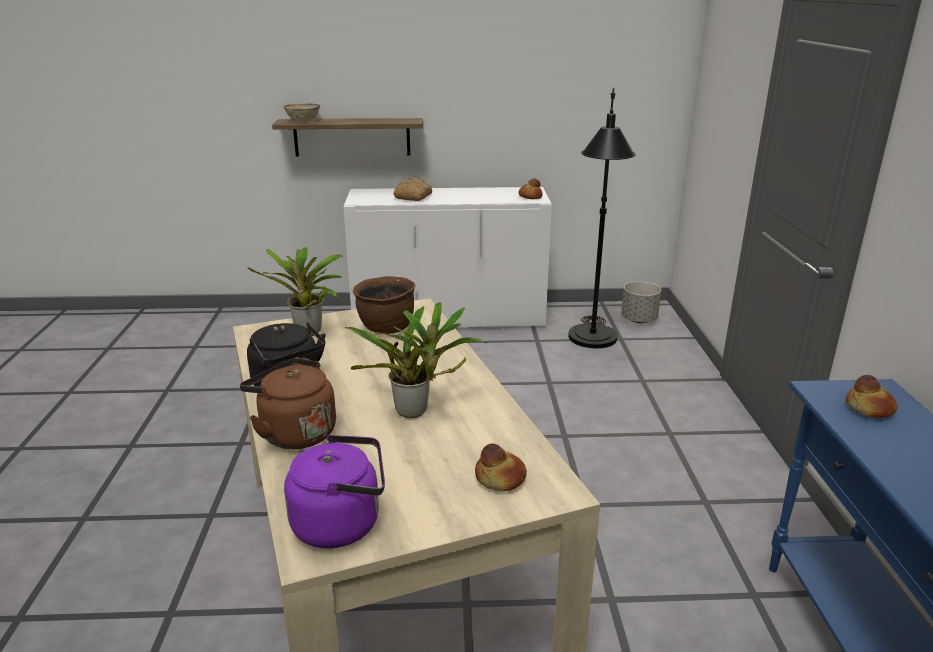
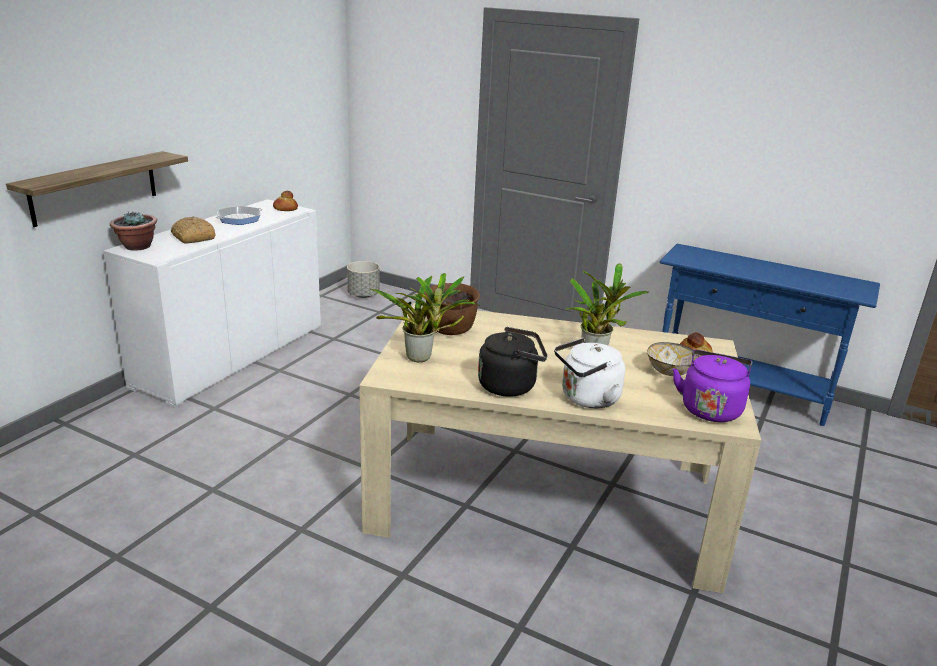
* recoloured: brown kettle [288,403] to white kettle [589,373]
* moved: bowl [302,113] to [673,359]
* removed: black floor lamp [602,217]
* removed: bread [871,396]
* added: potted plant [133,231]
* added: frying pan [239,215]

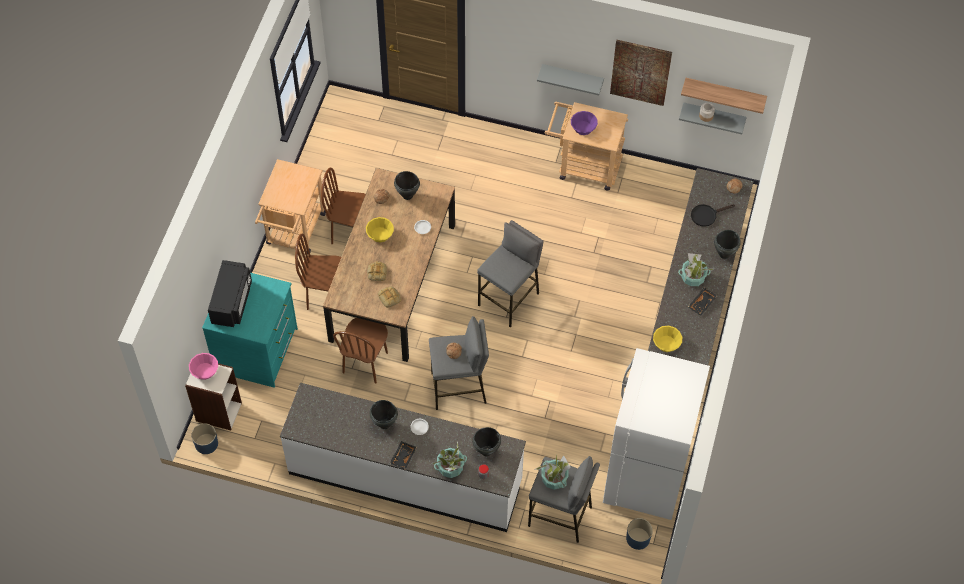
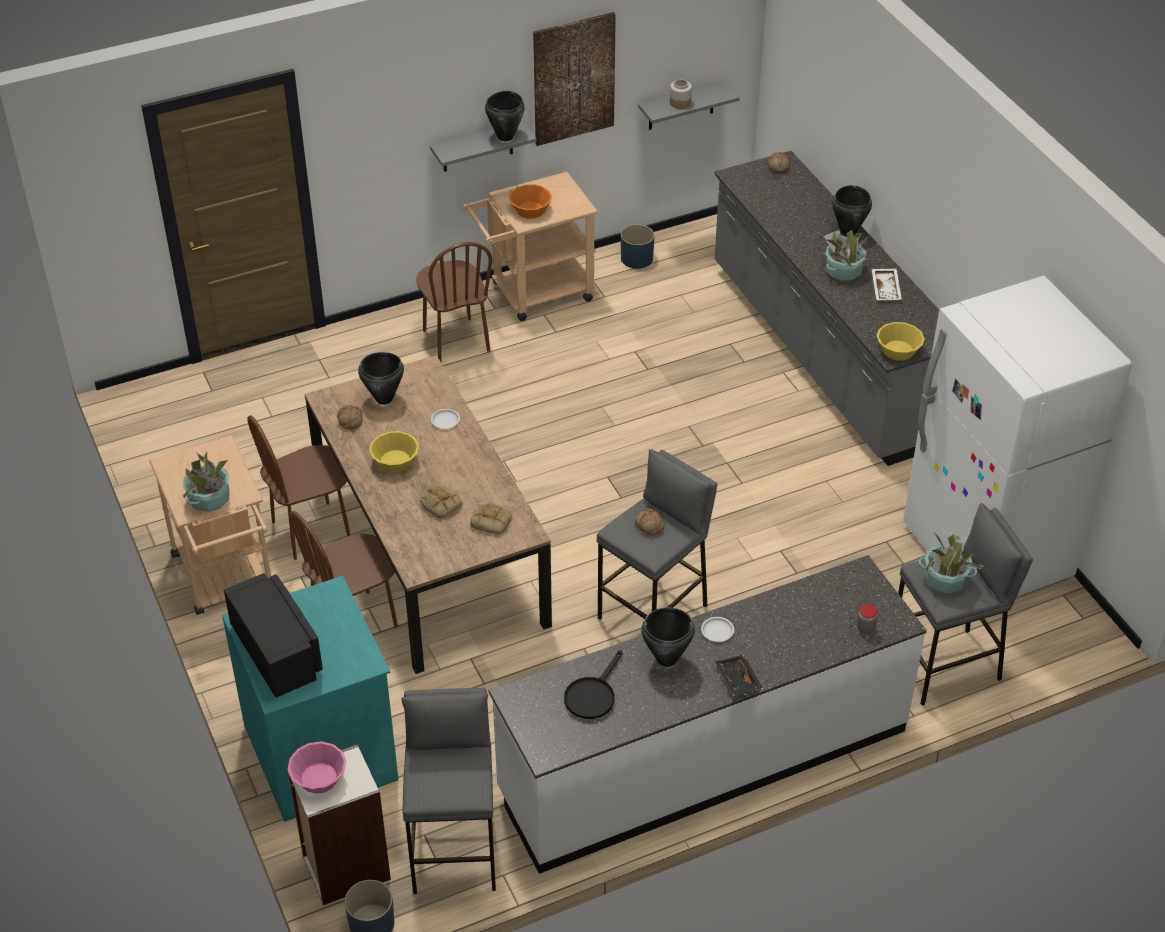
* moved: brown chair [360,351] to [454,302]
* moved: potted plant [449,460] to [206,481]
* moved: black cooking pot [486,441] to [505,116]
* moved: grey stool [510,274] to [448,791]
* recoloured: purple bowl [584,123] to orange bowl [530,202]
* moved: blue planter [639,534] to [638,246]
* removed: shelf [724,96]
* recoloured: black tray [702,301] to white tray [887,285]
* moved: black frying pan [713,215] to [593,684]

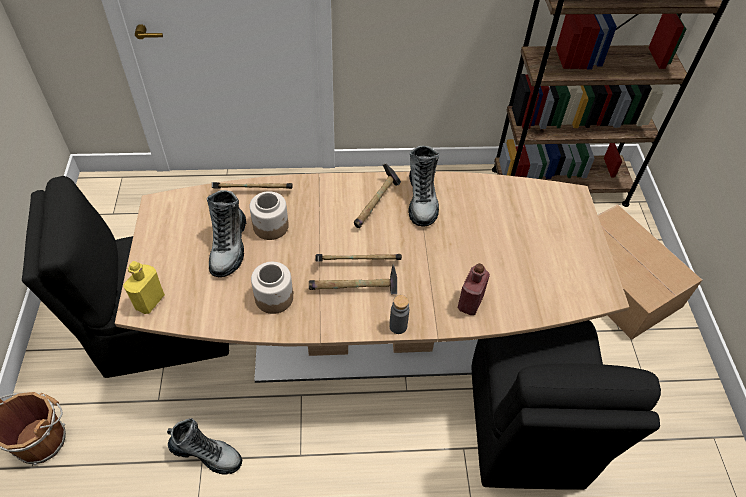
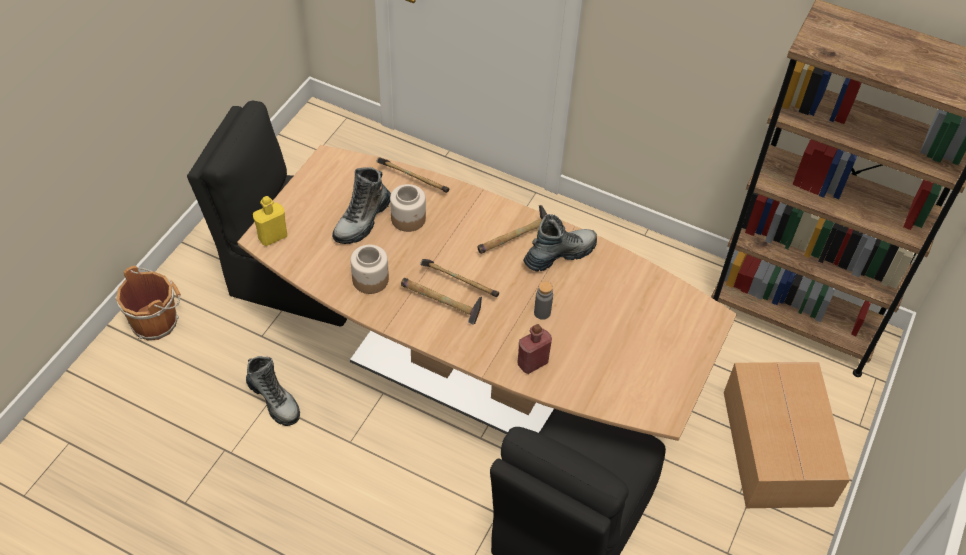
* moved: grey bottle [399,314] to [543,300]
* turned: boot [423,186] = [560,243] 150 degrees counterclockwise

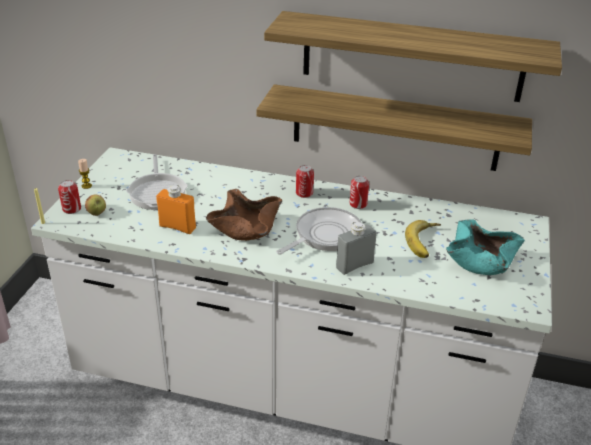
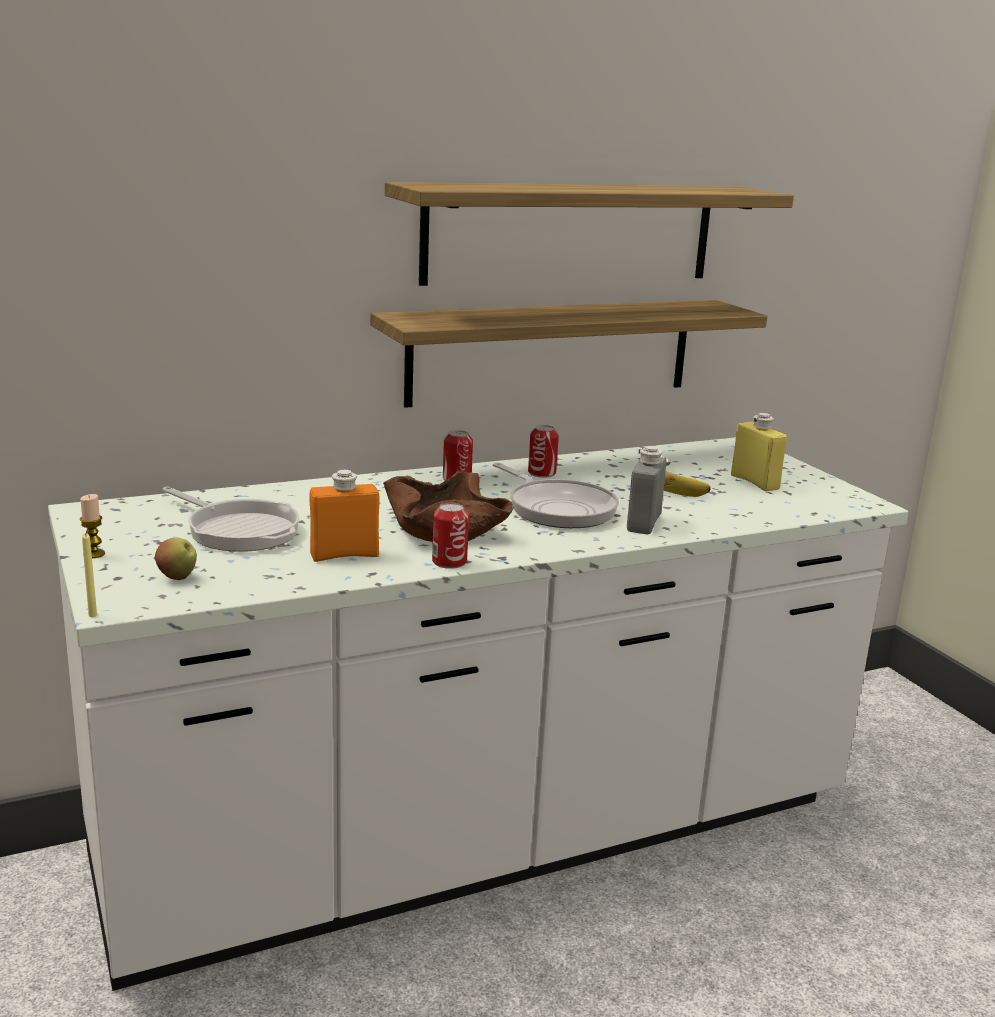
* moved: can [69,197] to [450,536]
* turned: frying pan [319,231] = [556,495] 135 degrees clockwise
* replaced: turquoise bowl [485,247] to yellow bottle [759,452]

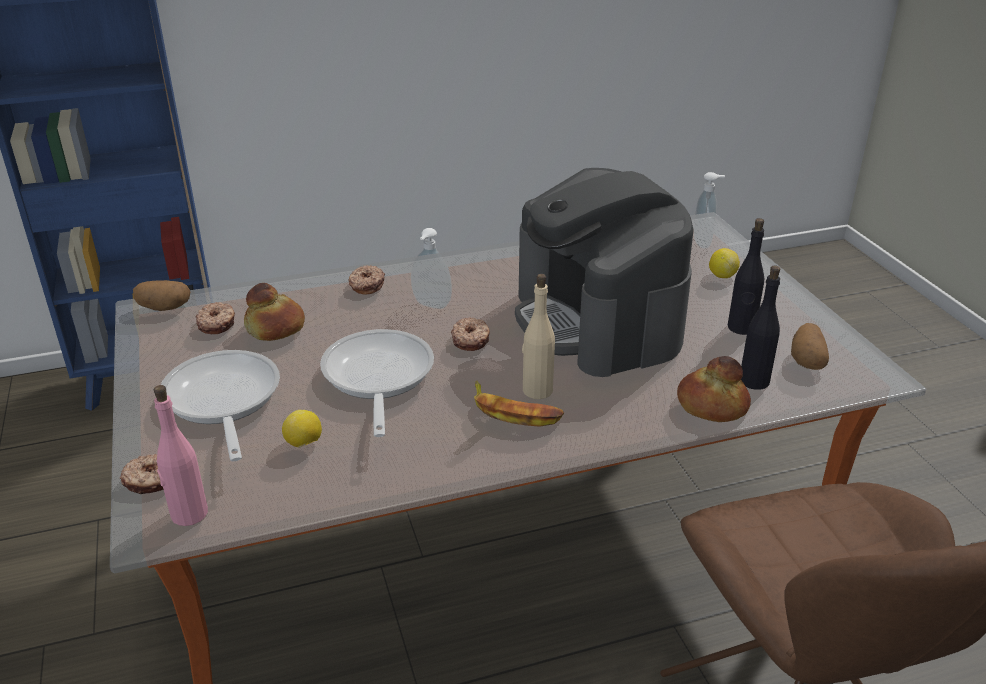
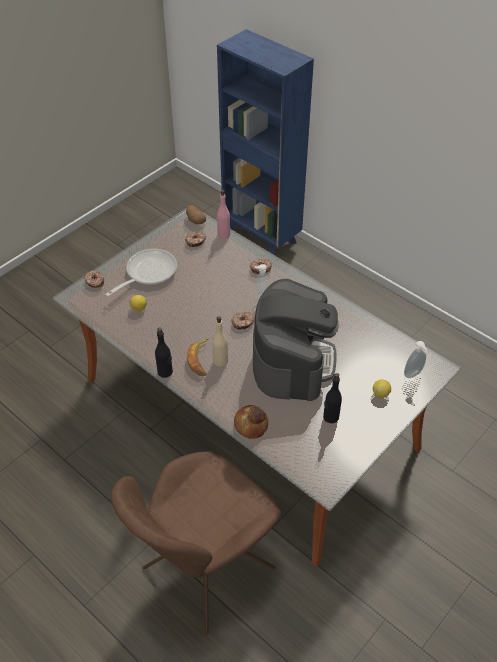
* moved: pink bottle [181,455] to [223,214]
* removed: bread [274,312]
* removed: frying pan [377,383]
* turned: coffee machine [604,272] = [296,340] 150 degrees clockwise
* moved: black bottle [760,328] to [164,352]
* removed: potato [810,346]

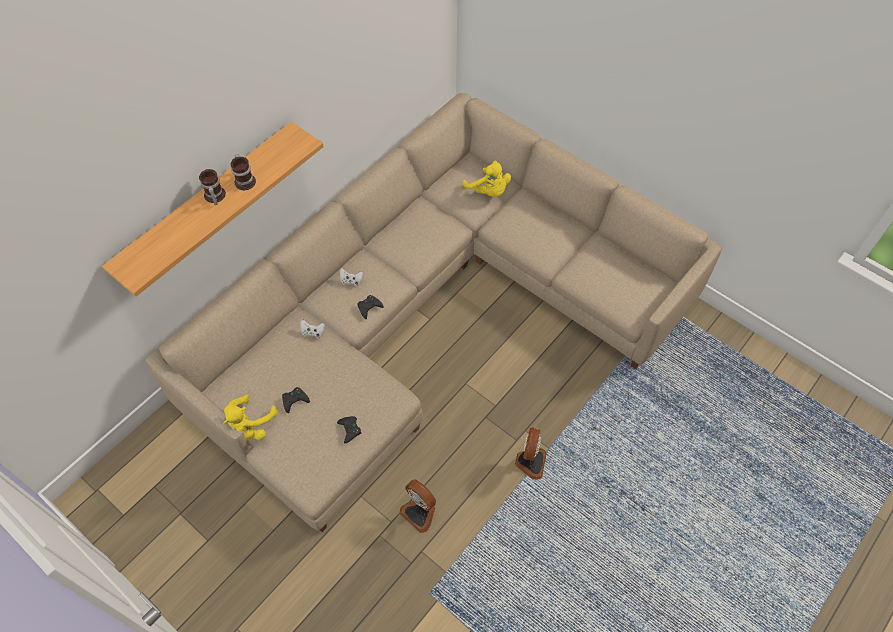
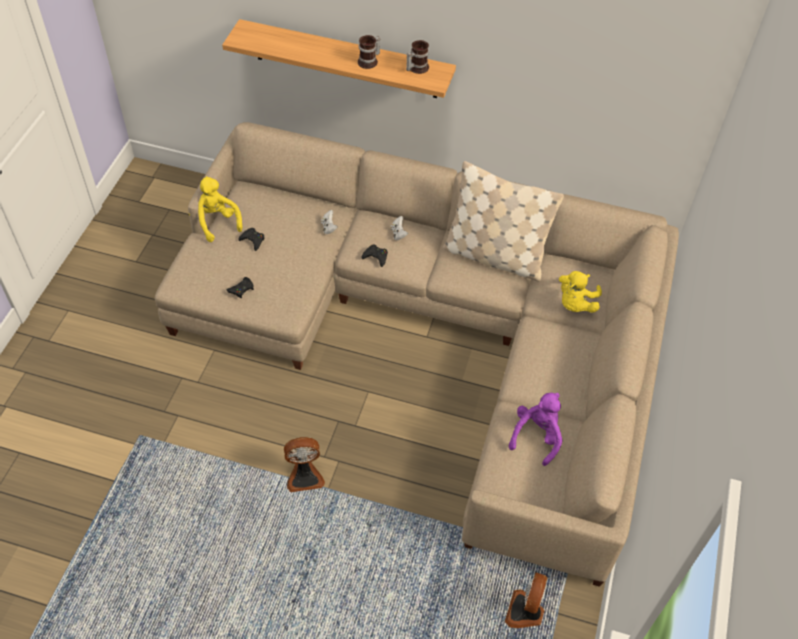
* moved: mug [212,187] to [417,57]
* turned: yellow plush toy [250,417] = [215,209] 60 degrees clockwise
* moved: fan [417,506] to [526,600]
* added: beige pillow [503,221]
* added: purple plush toy [535,429]

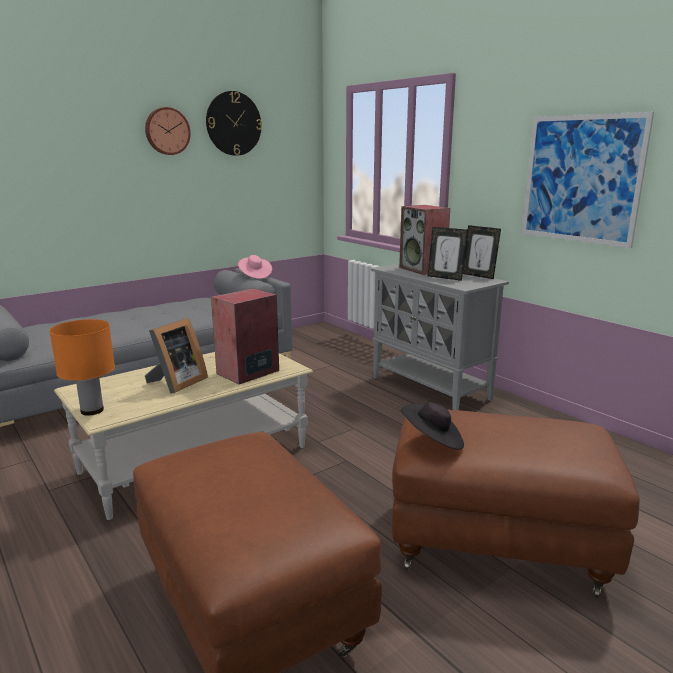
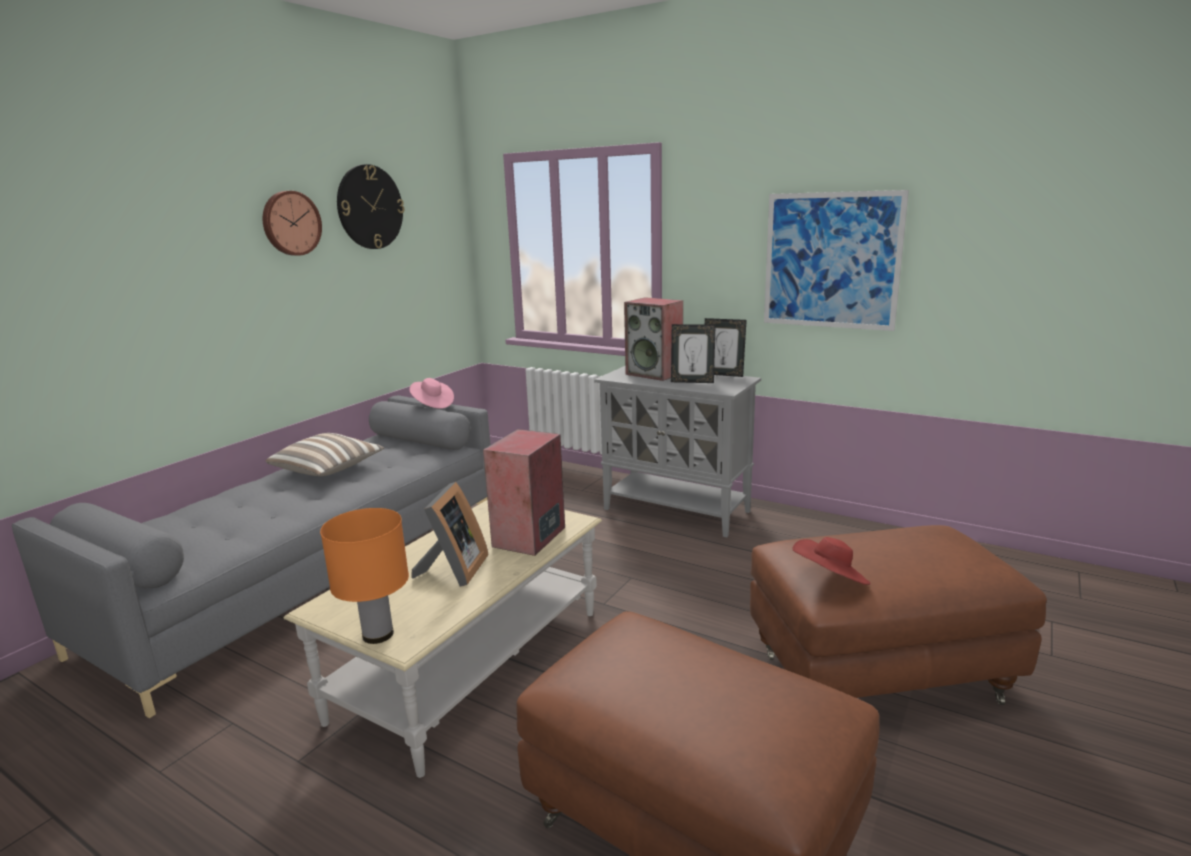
* recoloured: black hat [432,426] to red hat [831,561]
* added: pillow [324,454]

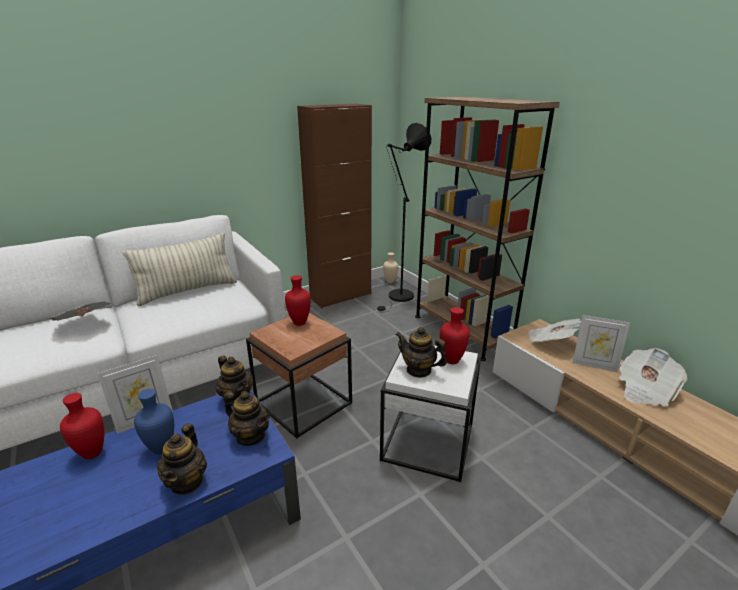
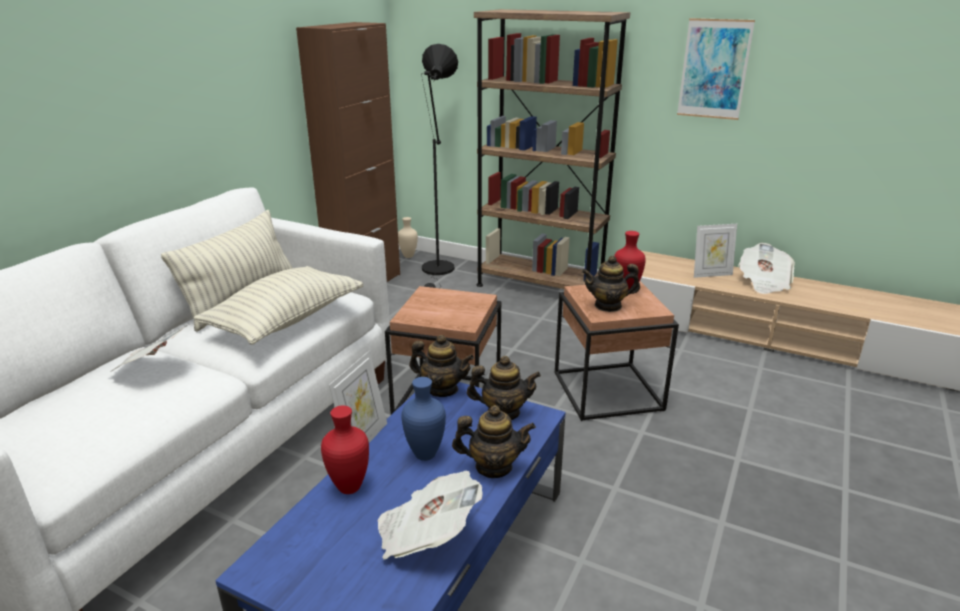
* turned: teapot [182,459] = [494,441] 60 degrees counterclockwise
* removed: red vase [298,300]
* recoloured: white side table [430,411] to brown side table [617,351]
* moved: newspaper [555,331] to [430,515]
* added: pillow [279,305]
* added: picture [716,69]

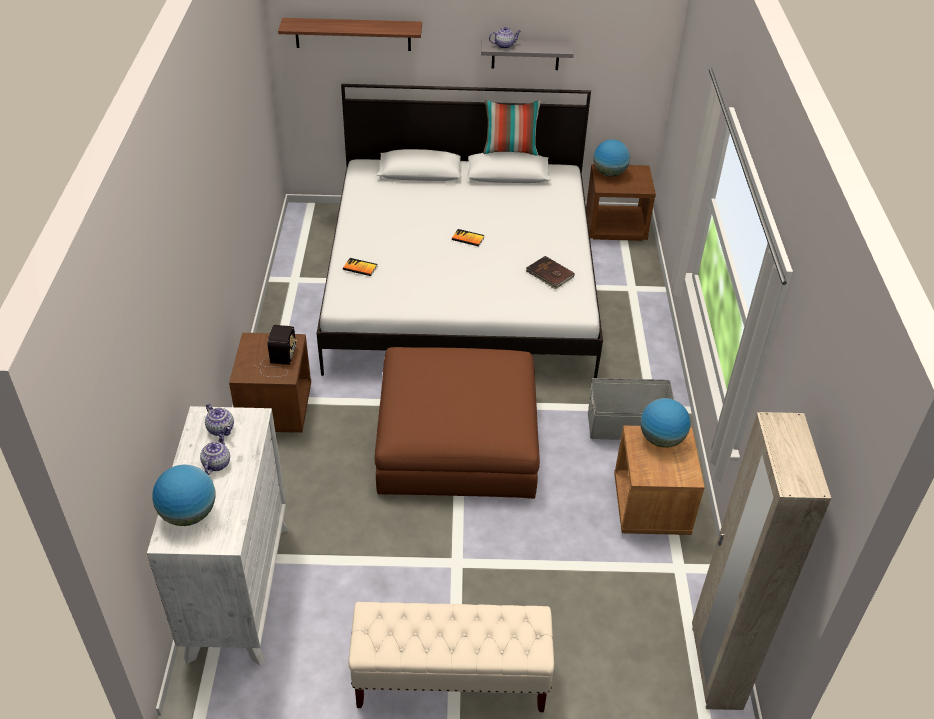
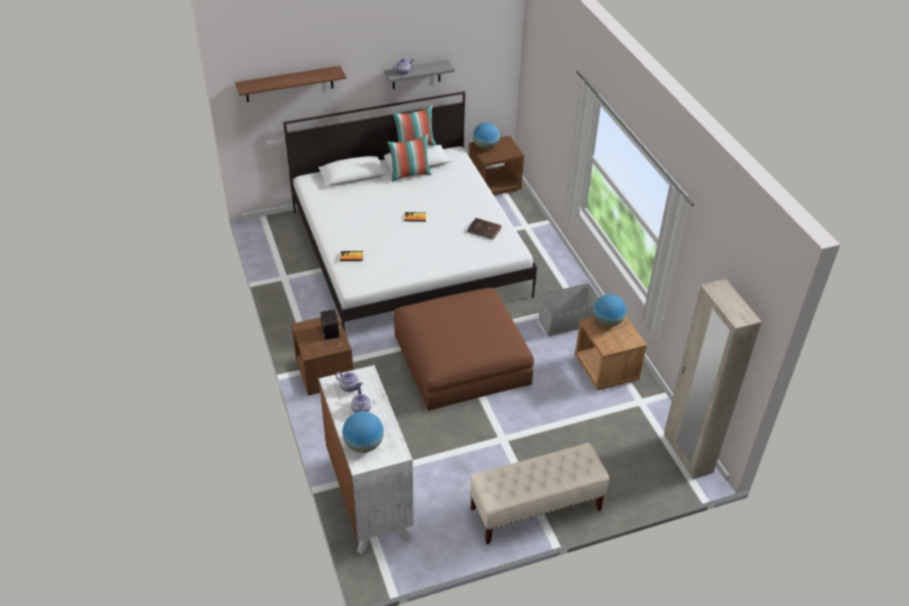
* added: pillow [409,157]

